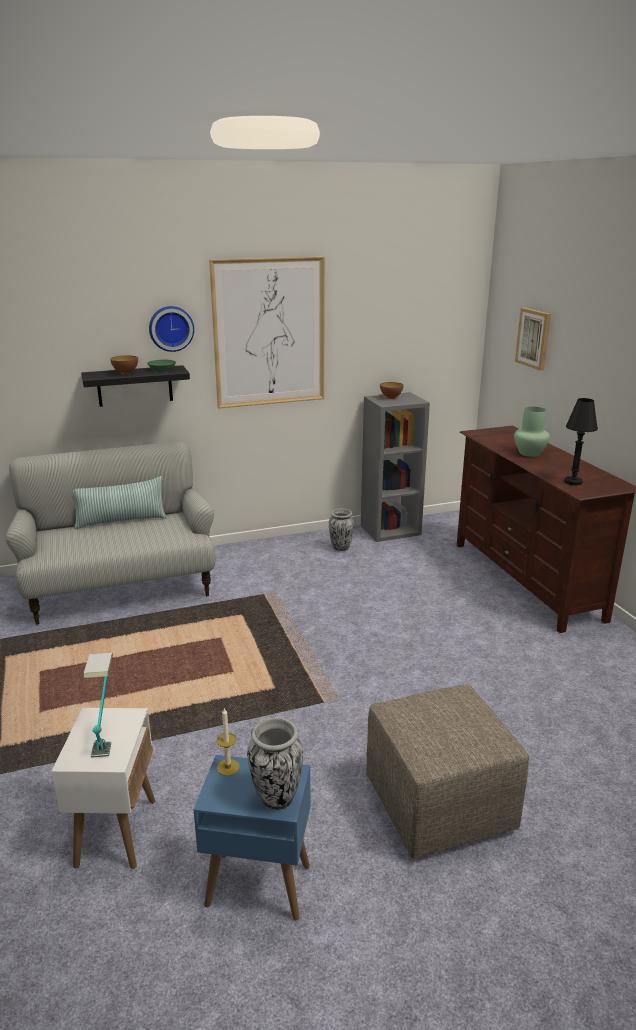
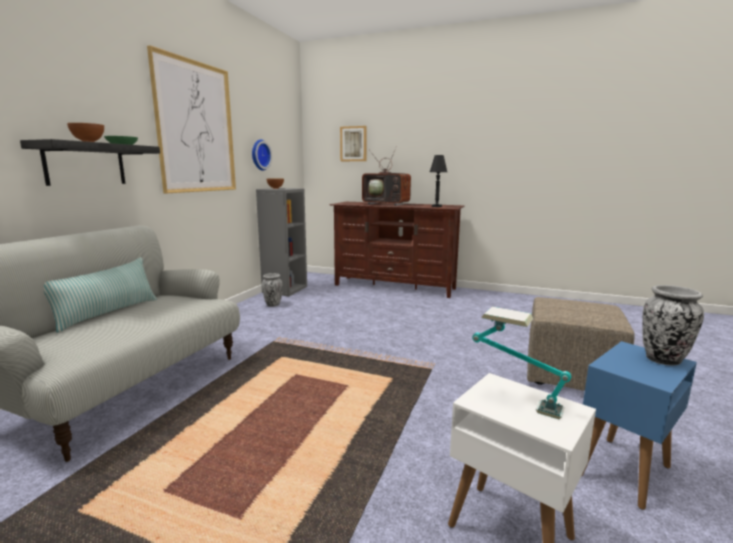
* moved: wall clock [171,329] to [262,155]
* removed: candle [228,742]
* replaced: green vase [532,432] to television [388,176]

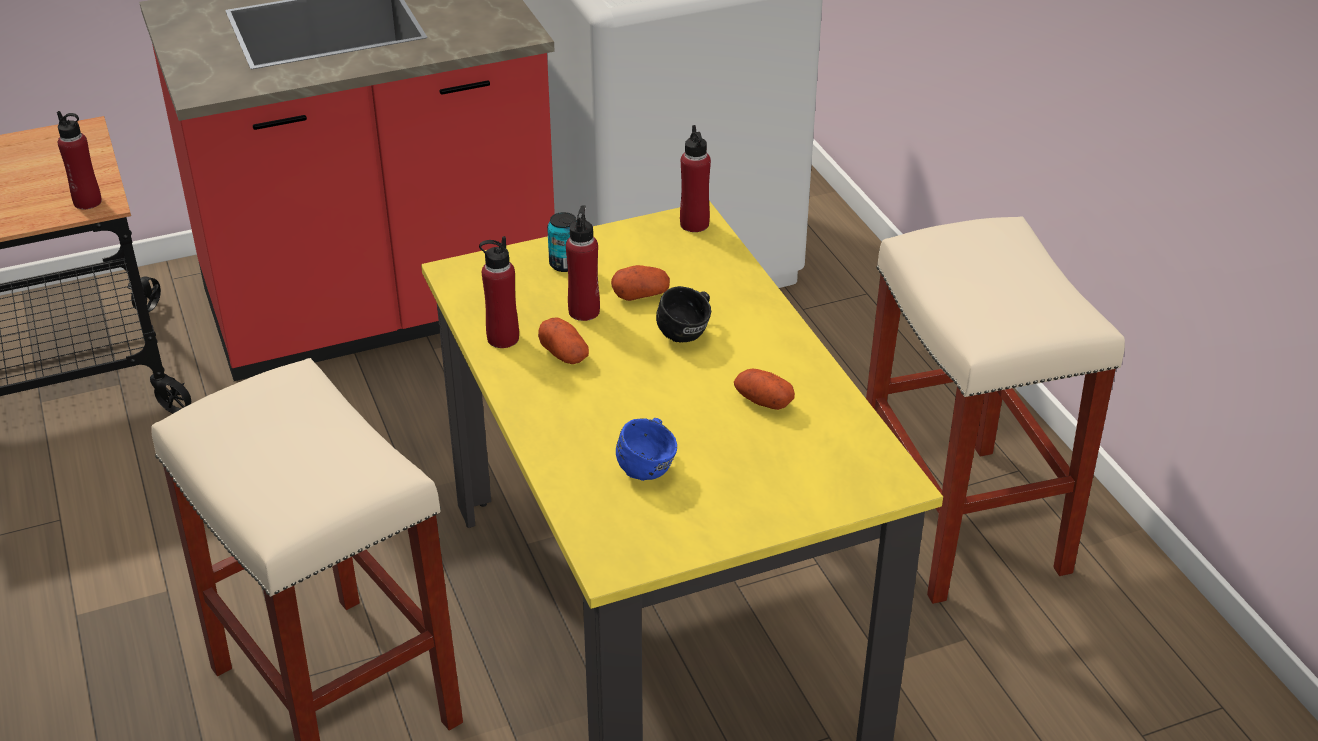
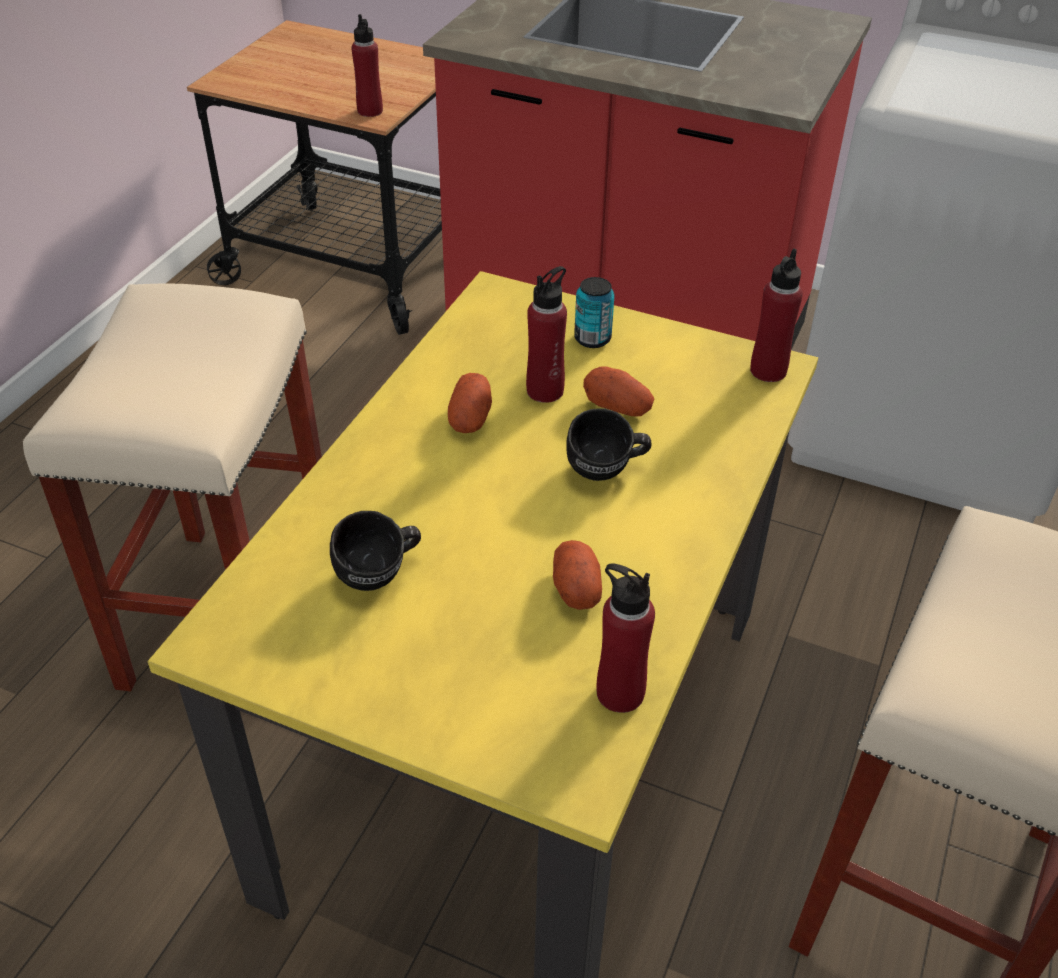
* moved: red bottle [499,292] to [625,638]
* recoloured: blue mug [646,449] to black mug [375,551]

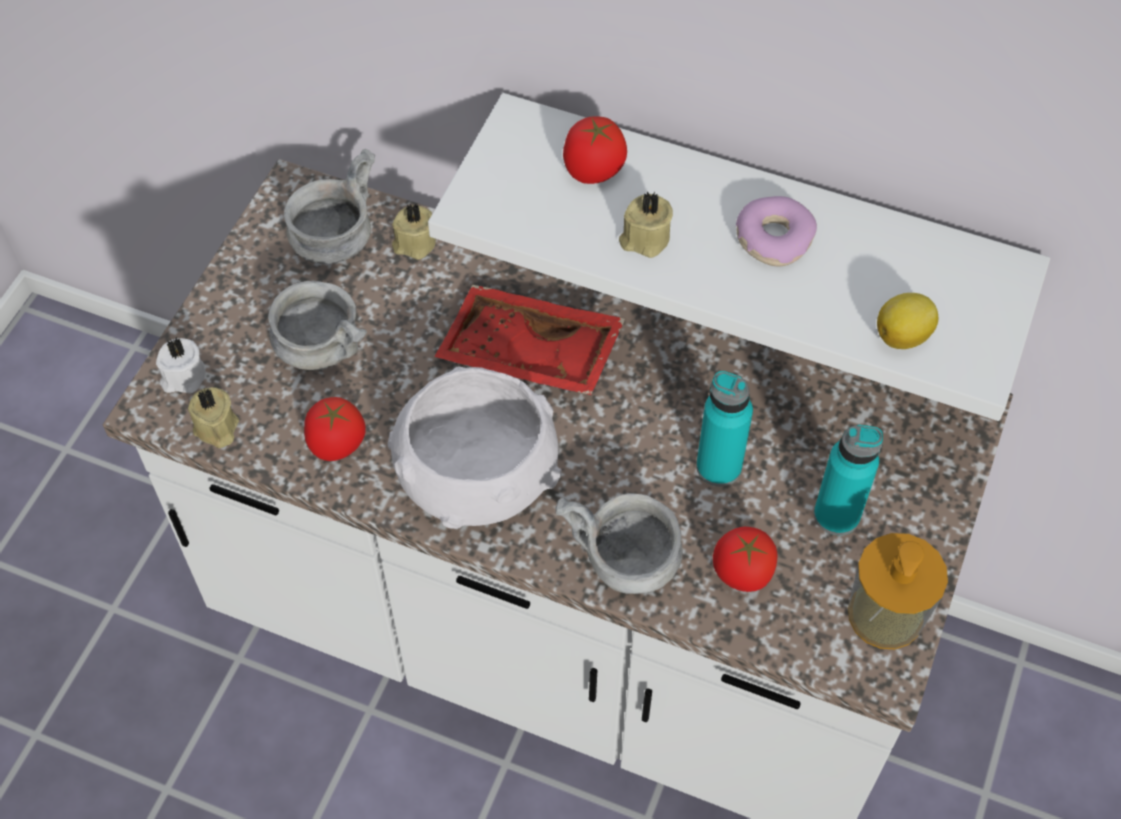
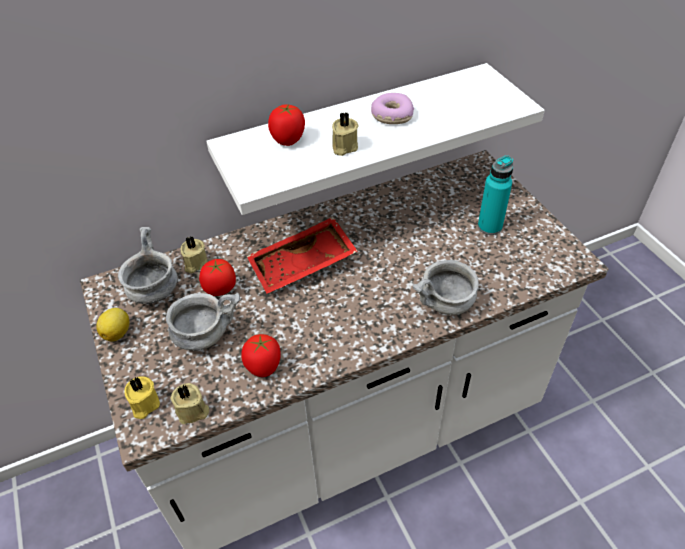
* recoloured: white candle [180,365] to yellow candle [142,397]
* removed: white bowl [474,447]
* removed: turquoise bottle [724,428]
* moved: tomato [745,559] to [217,277]
* removed: soap dispenser [898,591]
* moved: lemon [907,321] to [112,325]

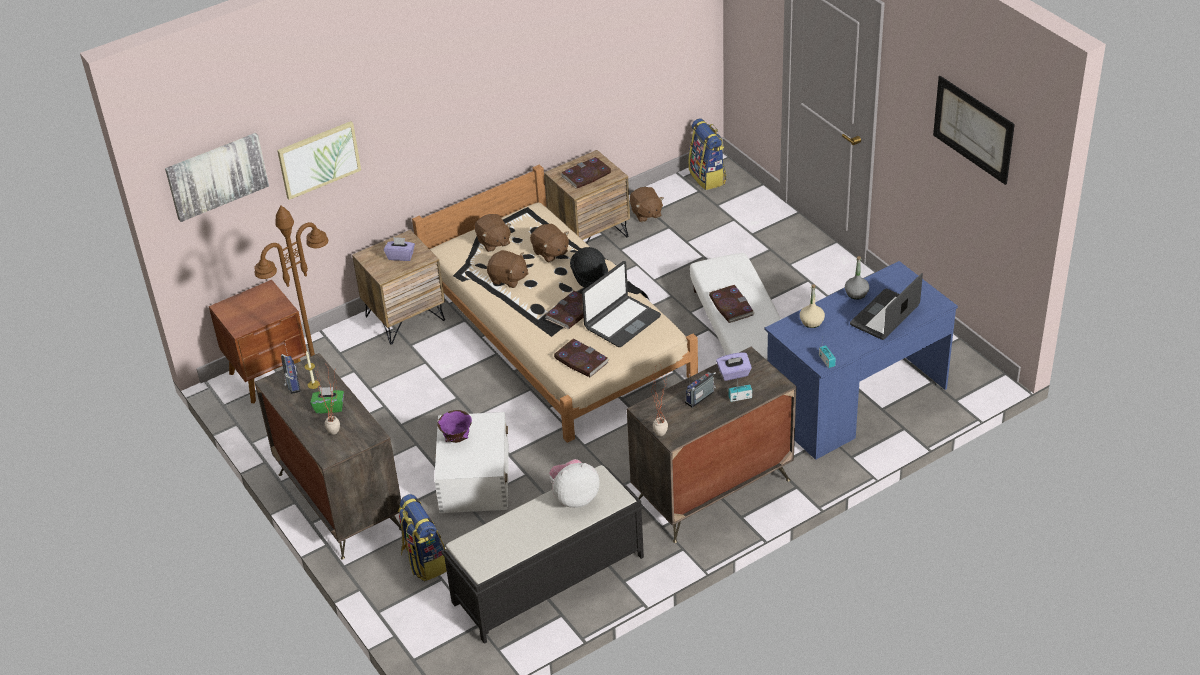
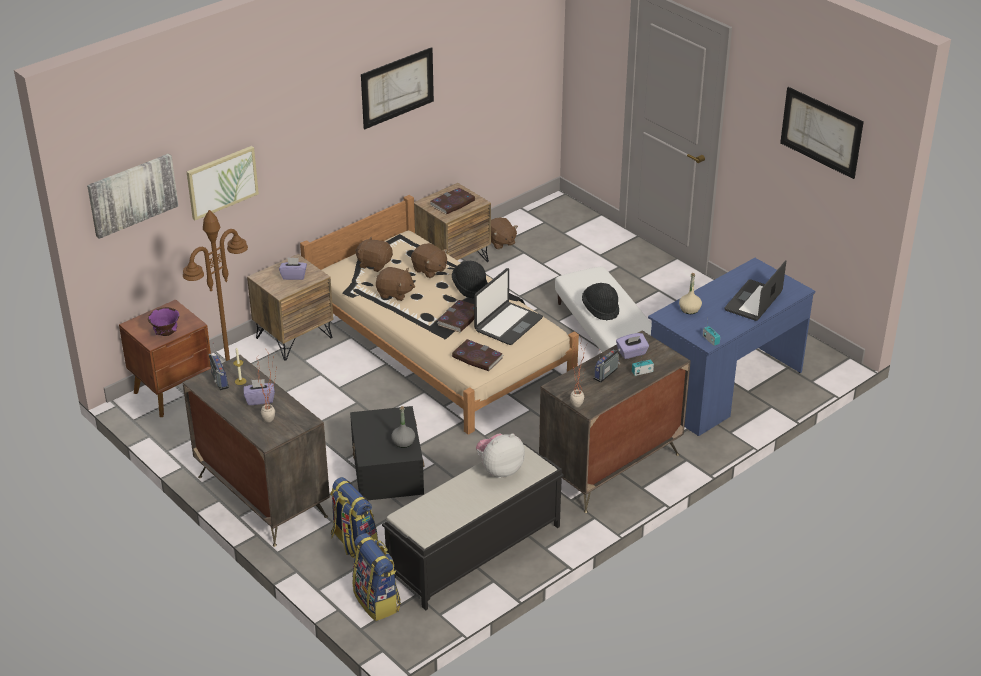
* recoloured: green tissue box [327,400] to purple tissue box [259,392]
* recoloured: white storage box [471,462] to black storage box [387,453]
* moved: purple bowl [454,426] to [163,321]
* turned: brown plush toy [493,233] = [374,254] 150 degrees clockwise
* moved: backpack [707,154] to [376,577]
* replaced: book [732,304] to black hat [600,301]
* moved: grey bottle [857,278] to [403,427]
* added: picture [397,88]

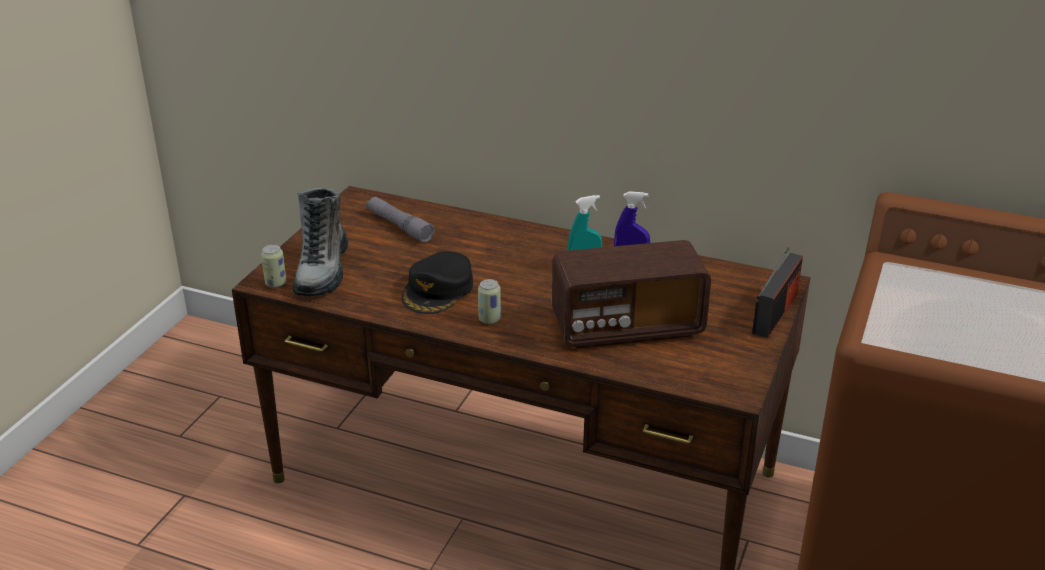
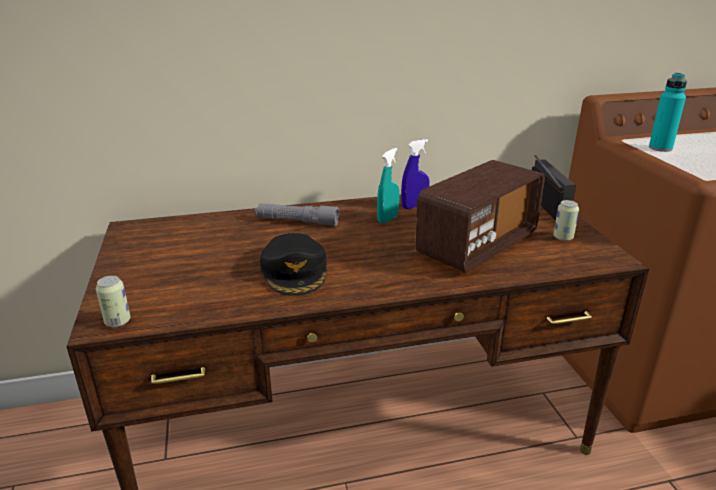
* removed: boot [321,242]
* moved: grey flashlight [400,220] to [297,214]
* moved: can [489,301] to [566,220]
* added: turquoise bottle [668,112]

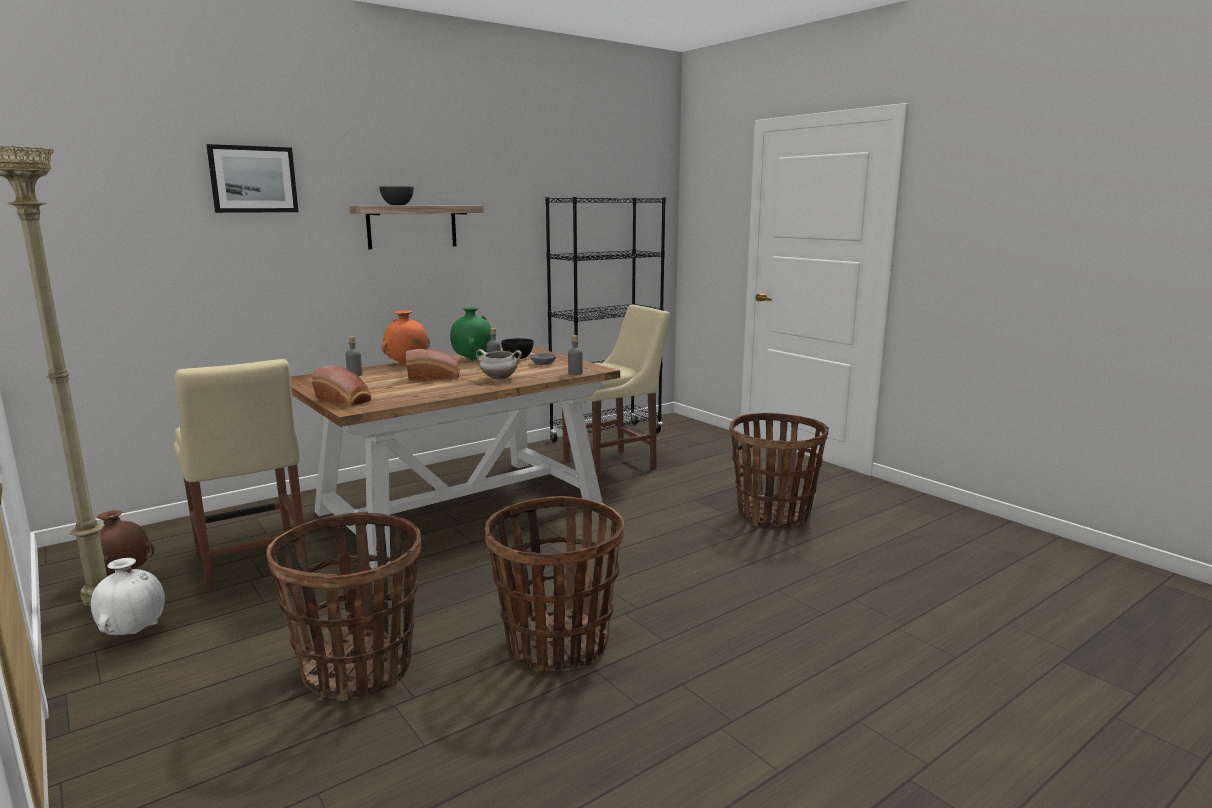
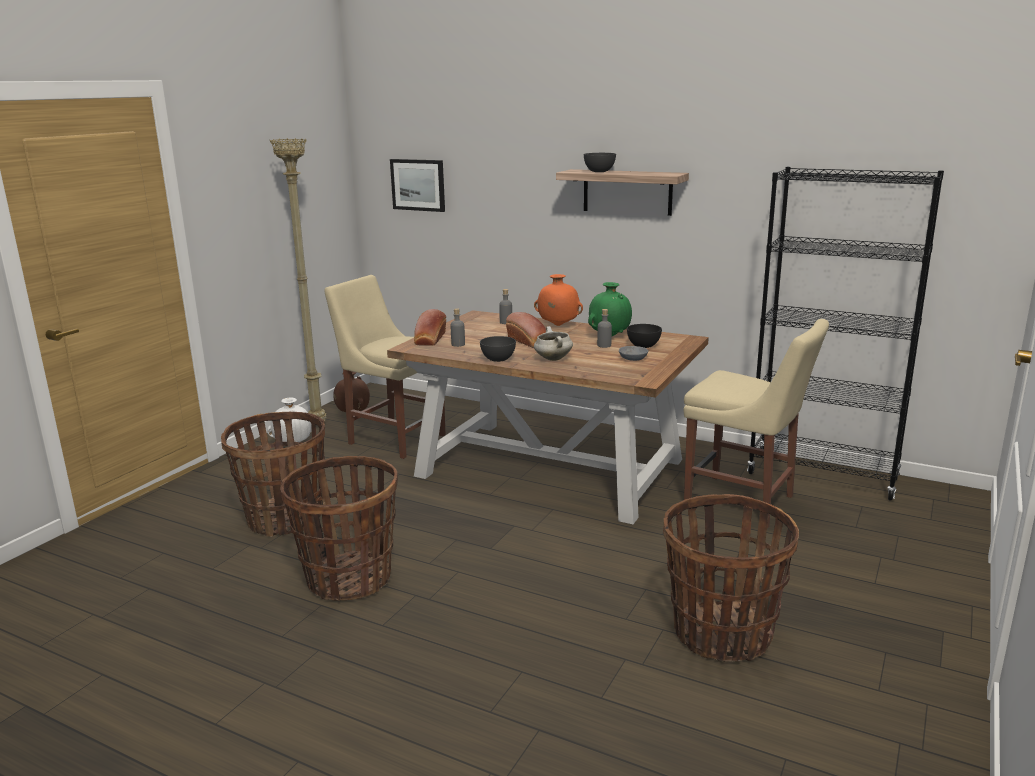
* turned: beige chair [241,475] = [385,367] 90 degrees clockwise
* moved: picture [252,178] to [417,185]
* moved: grey bottle [575,355] to [457,327]
* added: grey bowl [498,349]

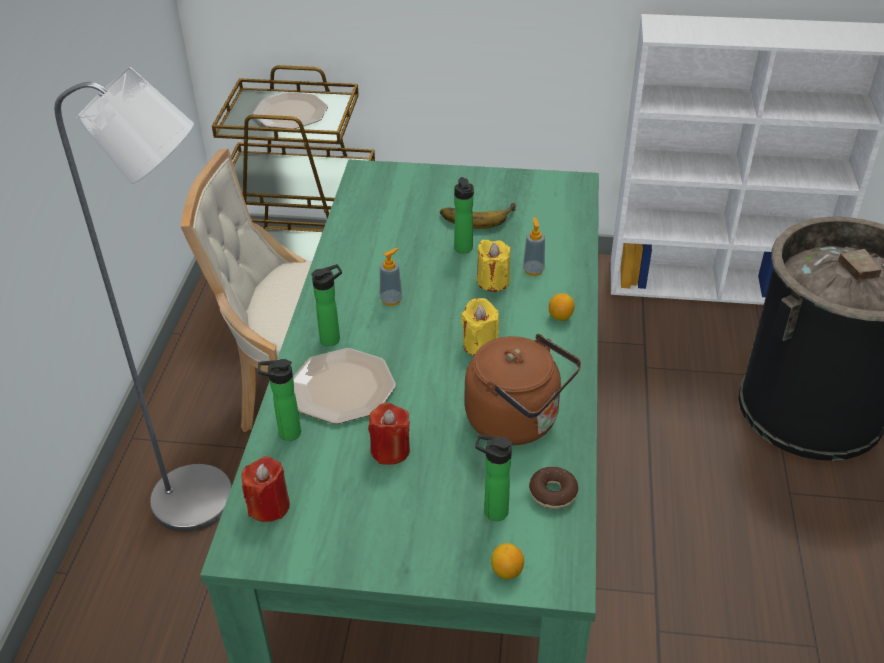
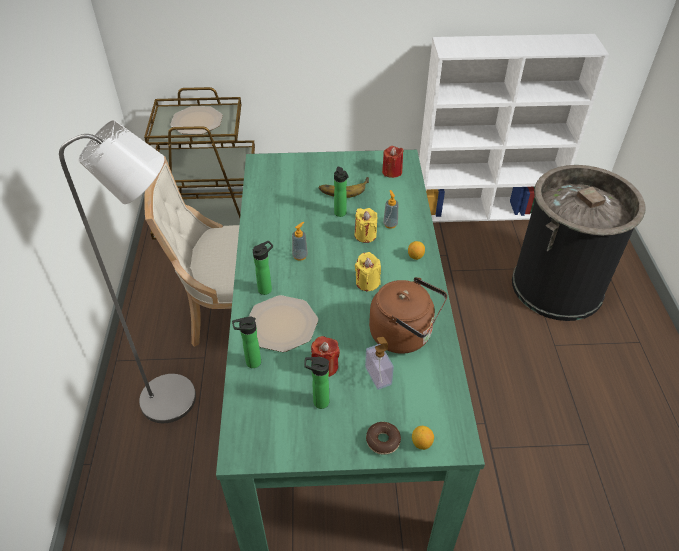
* moved: red candle [266,489] to [393,162]
* moved: bottle [494,478] to [316,383]
* moved: donut [553,488] to [383,438]
* added: soap dispenser [379,363]

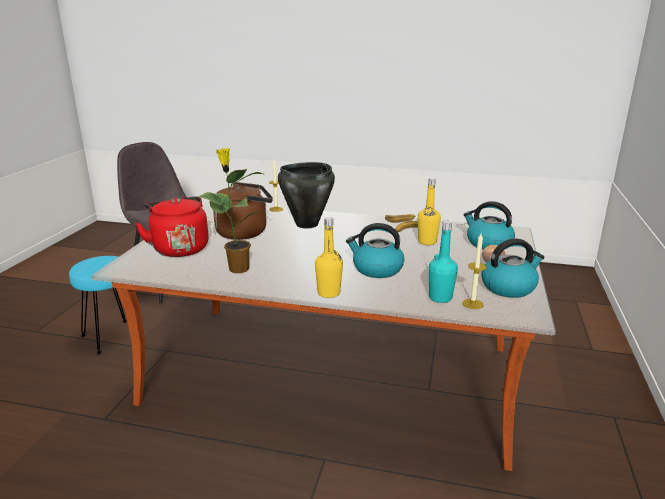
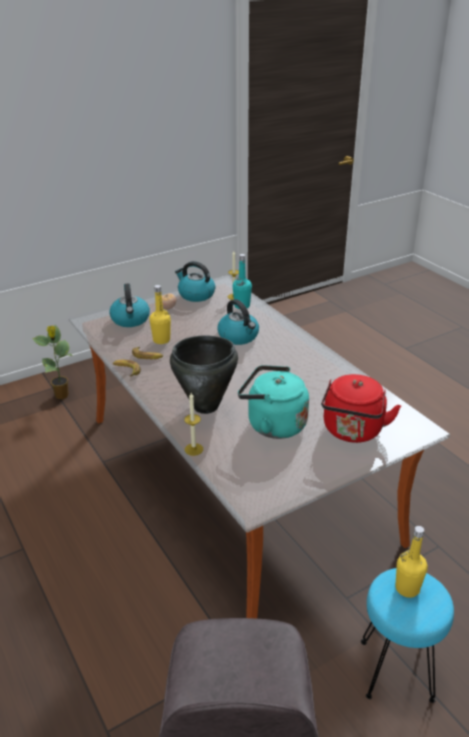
* moved: potted plant [230,210] to [52,362]
* recoloured: brown kettle [243,211] to turquoise kettle [273,402]
* moved: yellow bottle [329,257] to [411,562]

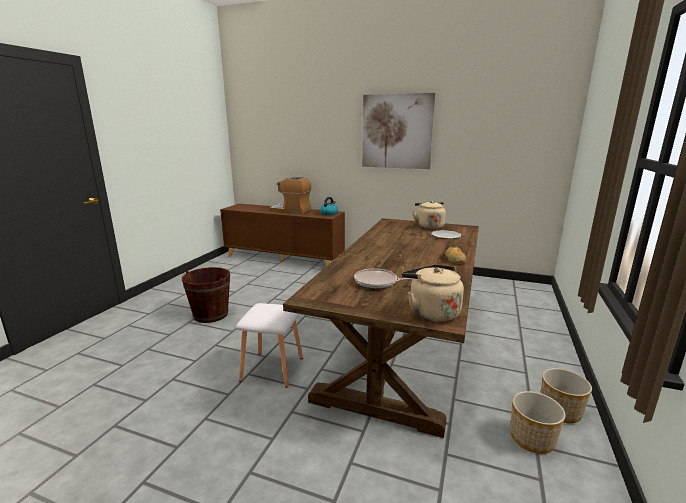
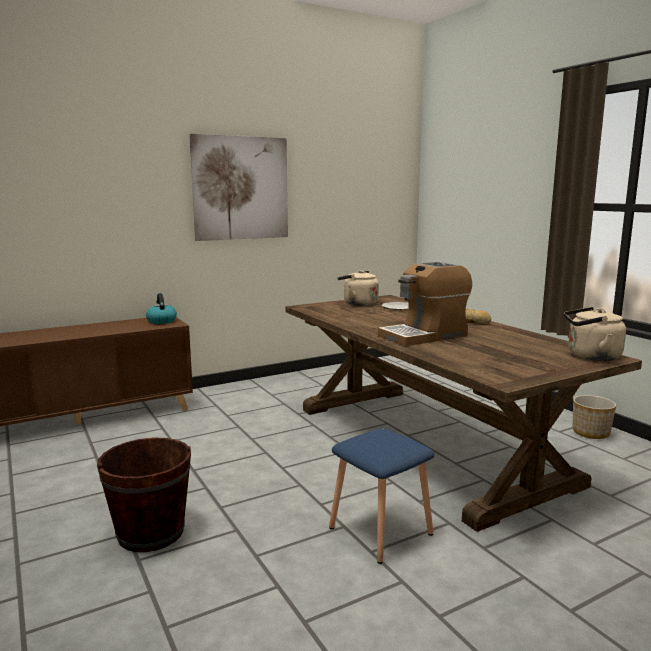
* recoloured: white stool [269,345] to blue stool [381,496]
* moved: coffee machine [291,195] to [425,304]
* removed: frying pan [383,279]
* removed: planter [538,422]

